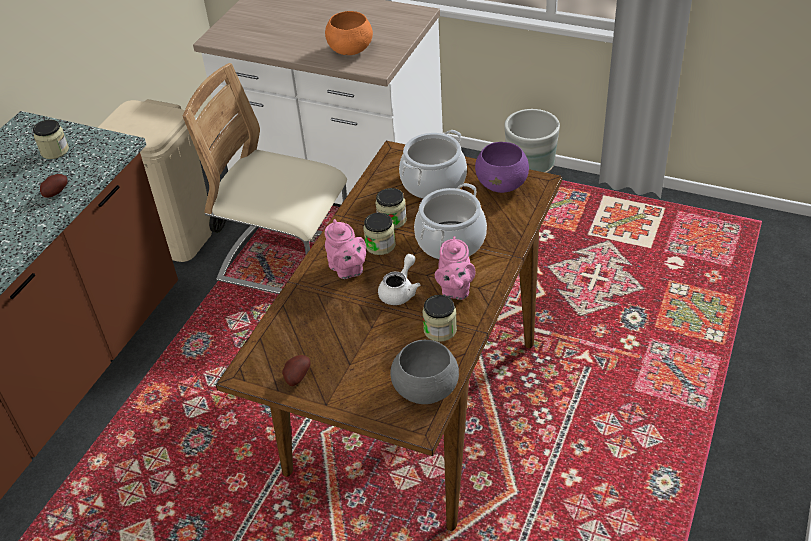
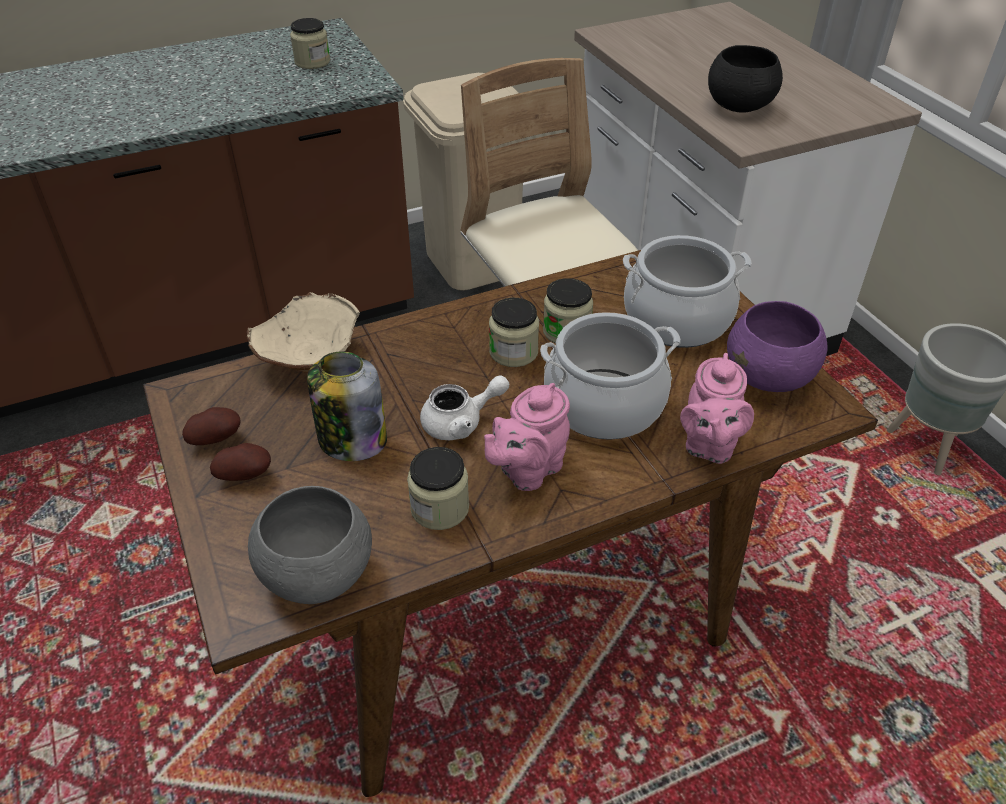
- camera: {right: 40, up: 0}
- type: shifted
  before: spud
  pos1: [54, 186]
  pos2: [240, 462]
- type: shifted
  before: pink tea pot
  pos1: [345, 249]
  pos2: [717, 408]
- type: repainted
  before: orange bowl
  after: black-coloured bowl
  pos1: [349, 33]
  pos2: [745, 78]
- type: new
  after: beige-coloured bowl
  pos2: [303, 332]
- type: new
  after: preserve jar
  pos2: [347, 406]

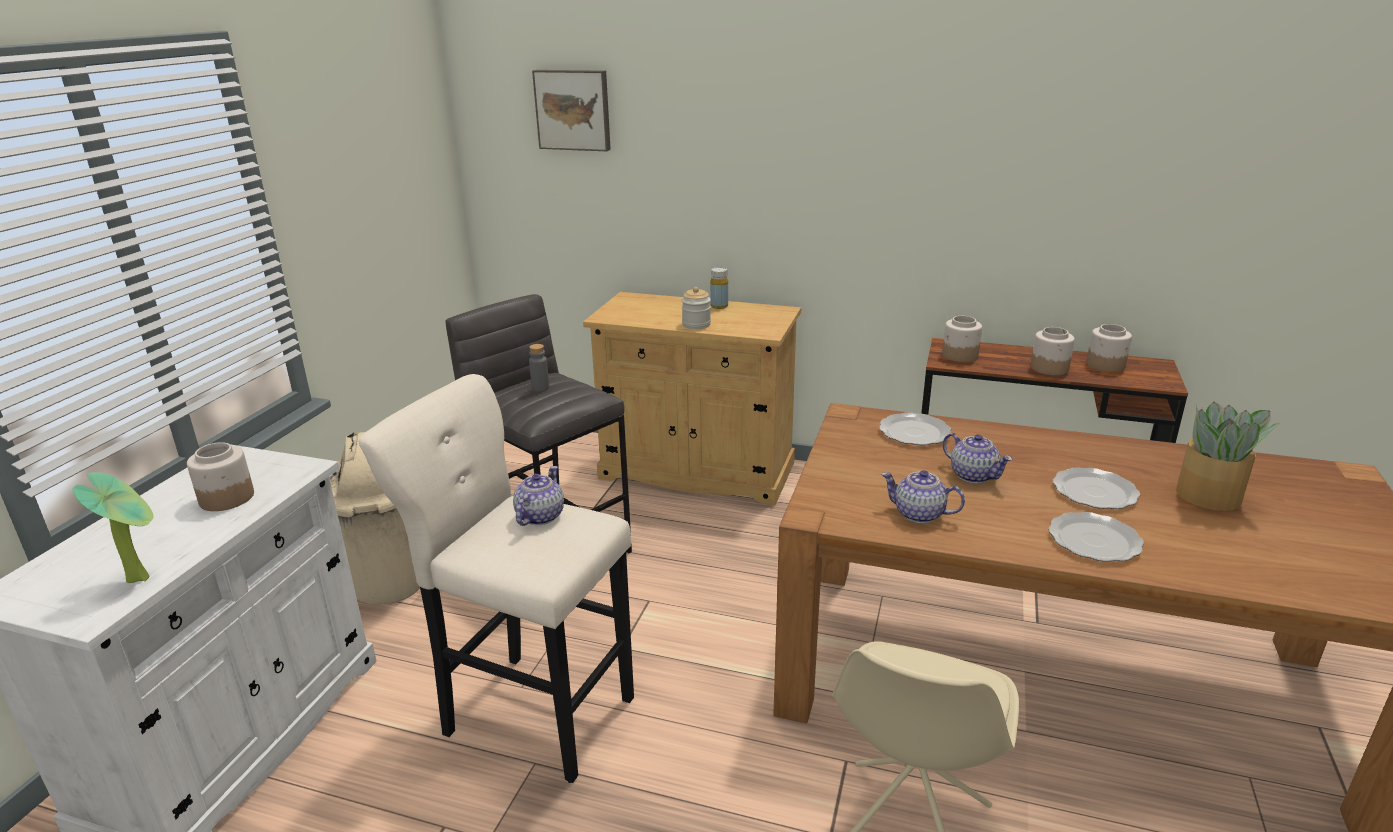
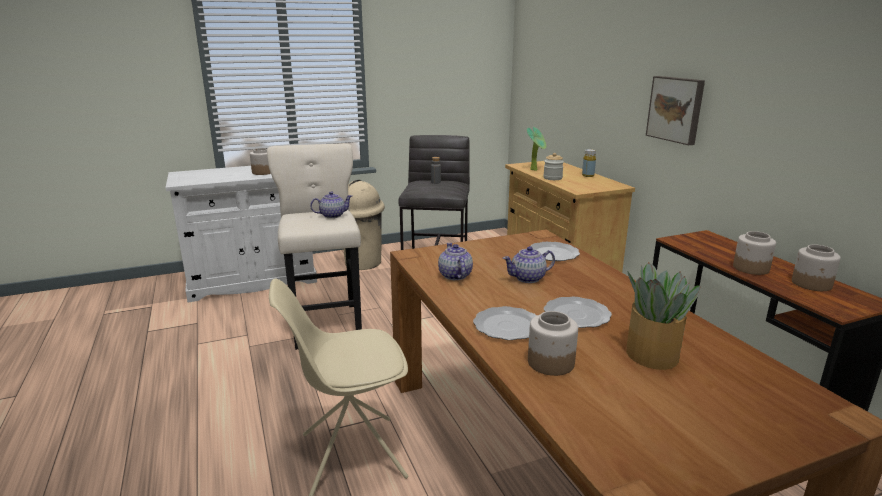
- camera: {right: 50, up: -5}
- type: shifted
  before: plant in a pot
  pos1: [113, 527]
  pos2: [536, 149]
- type: shifted
  before: wall art
  pos1: [571, 110]
  pos2: [675, 110]
- type: shifted
  before: preserve jar
  pos1: [962, 339]
  pos2: [553, 343]
- type: rotated
  before: tea pot
  pos1: [978, 458]
  pos2: [529, 264]
  turn: 60

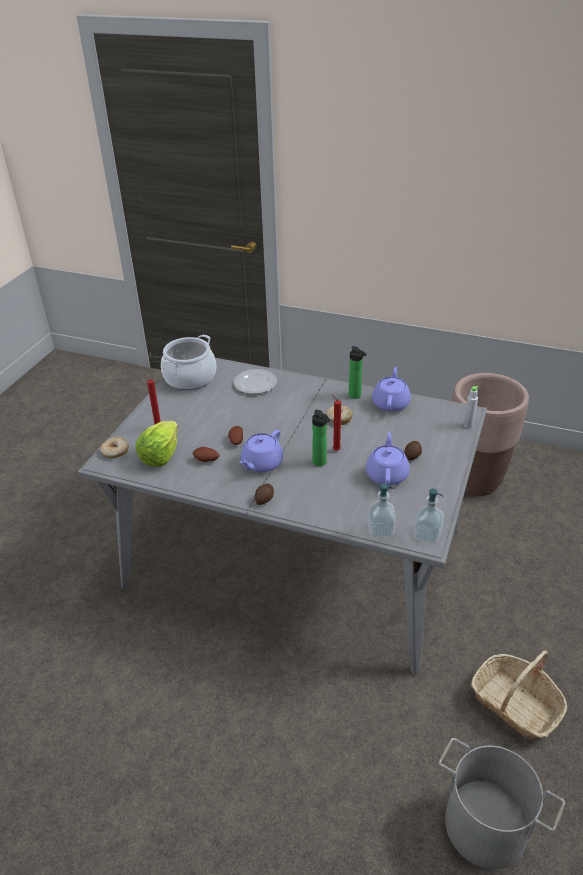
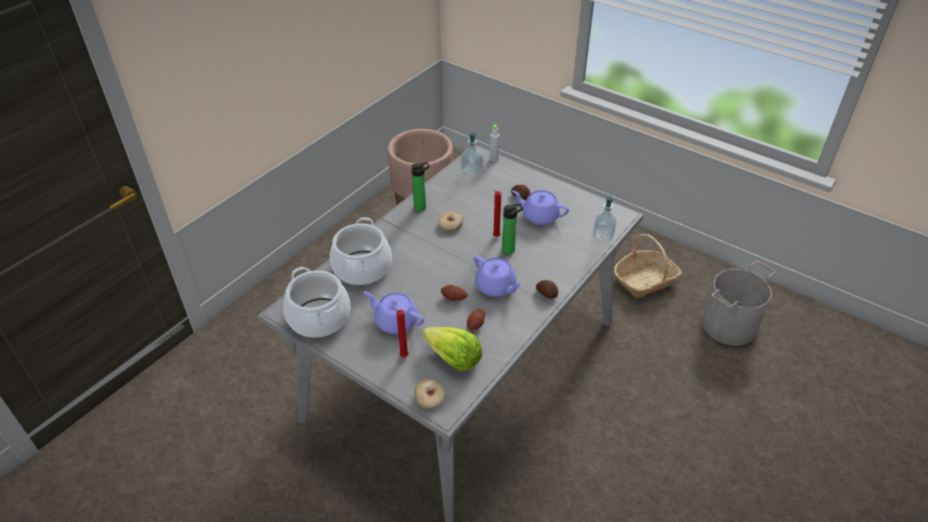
- camera: {right: -75, up: 5}
- type: swapped
  before: dinner plate
  after: stockpot
  pos1: [255, 381]
  pos2: [361, 251]
- type: shifted
  before: purple-coloured tea pot
  pos1: [391, 389]
  pos2: [394, 312]
- type: shifted
  before: soap bottle
  pos1: [429, 516]
  pos2: [472, 154]

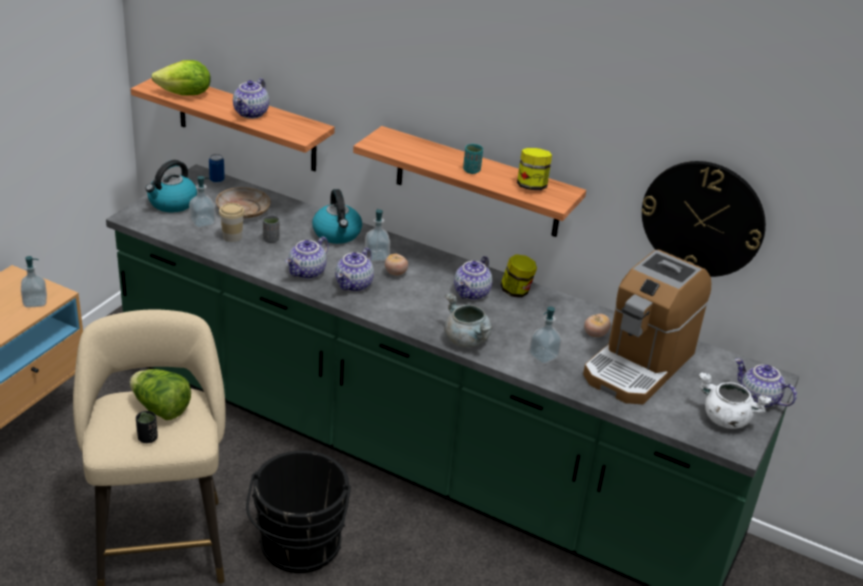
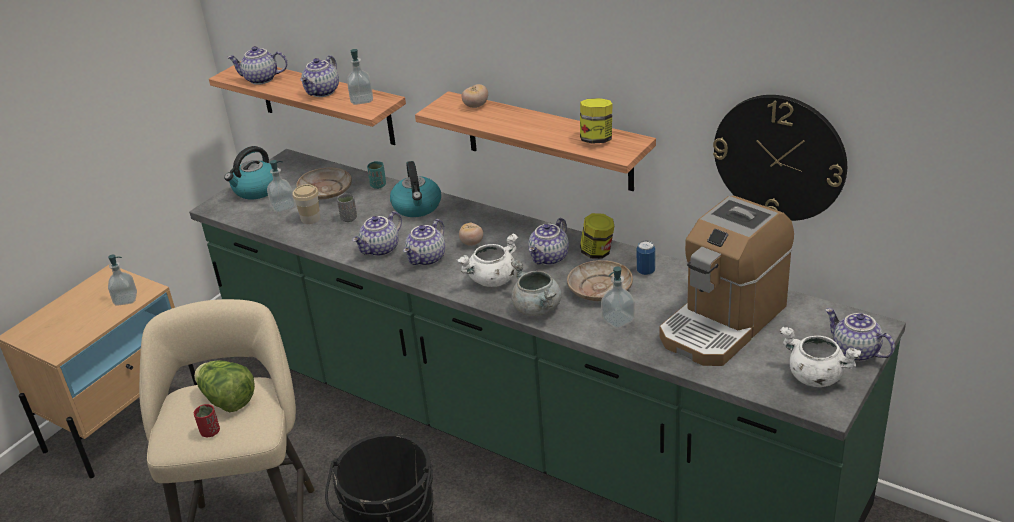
- camera: {right: 10, up: 0}
- type: repainted
  before: black-coloured small cup
  after: red small cup
  pos1: [147, 427]
  pos2: [207, 420]
- type: swapped
  before: lettuce
  after: tea pot
  pos1: [181, 77]
  pos2: [257, 65]
- type: shifted
  before: sealed can
  pos1: [217, 168]
  pos2: [646, 258]
- type: shifted
  before: soap bottle
  pos1: [377, 235]
  pos2: [360, 77]
- type: shifted
  before: turquoise-coloured small cup
  pos1: [473, 159]
  pos2: [376, 175]
- type: shifted
  before: fresh tomato
  pos1: [597, 325]
  pos2: [475, 96]
- type: new
  after: white stockpot
  pos2: [487, 260]
- type: new
  after: beige-coloured dinner plate
  pos2: [600, 280]

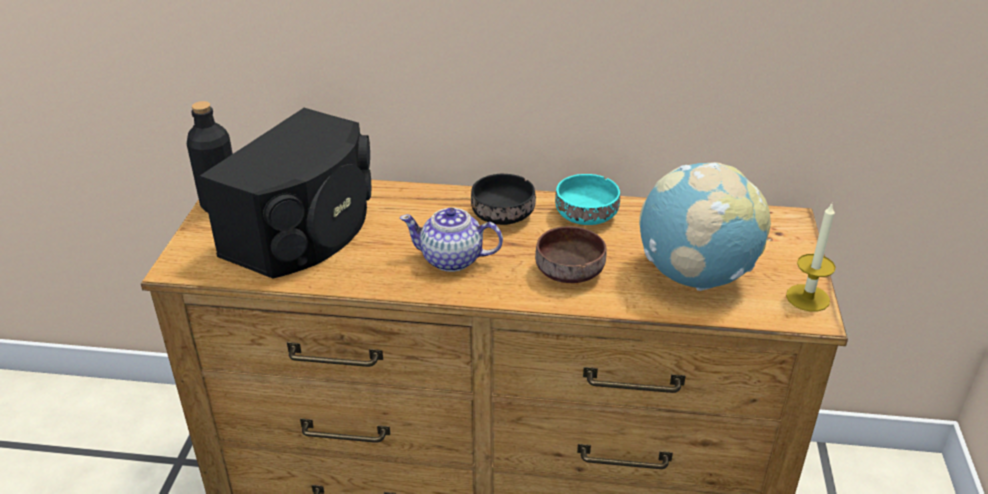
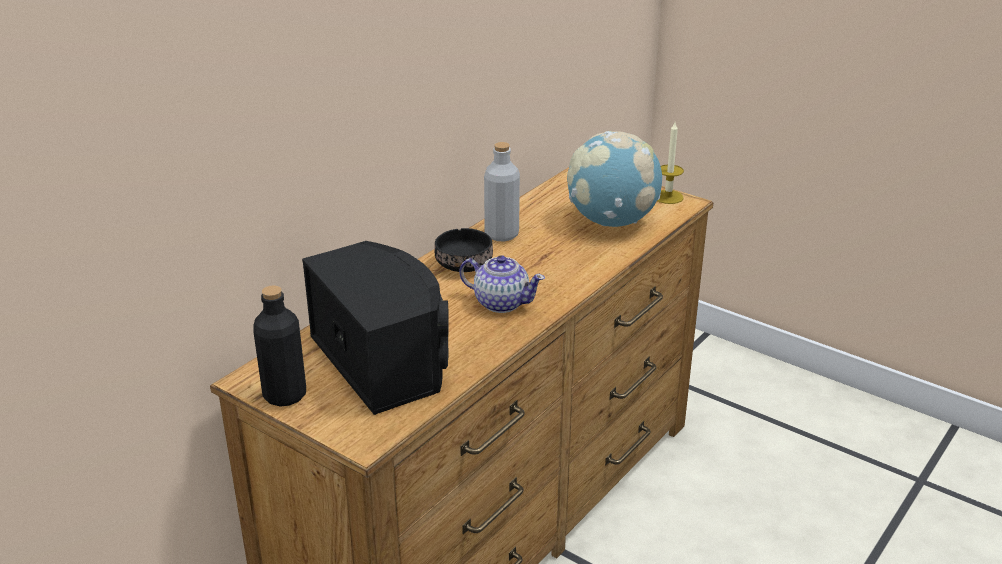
- camera: {right: -60, up: -5}
- type: rotated
  before: tea pot
  pos1: [451, 240]
  pos2: [502, 284]
  turn: -105
- type: gone
  before: brown bowl
  pos1: [571, 254]
- type: swapped
  before: turquoise-coloured bowl
  after: greyish beverage bottle
  pos1: [587, 199]
  pos2: [502, 192]

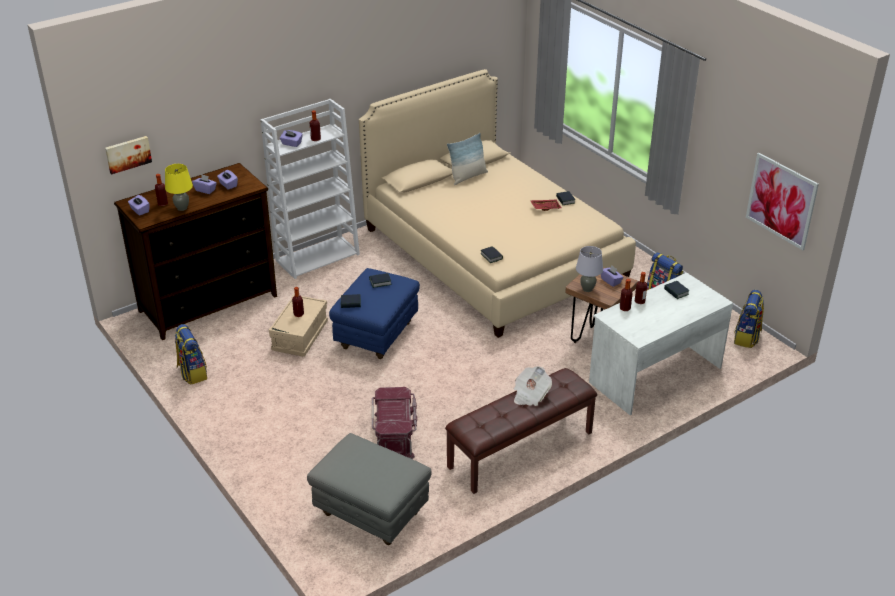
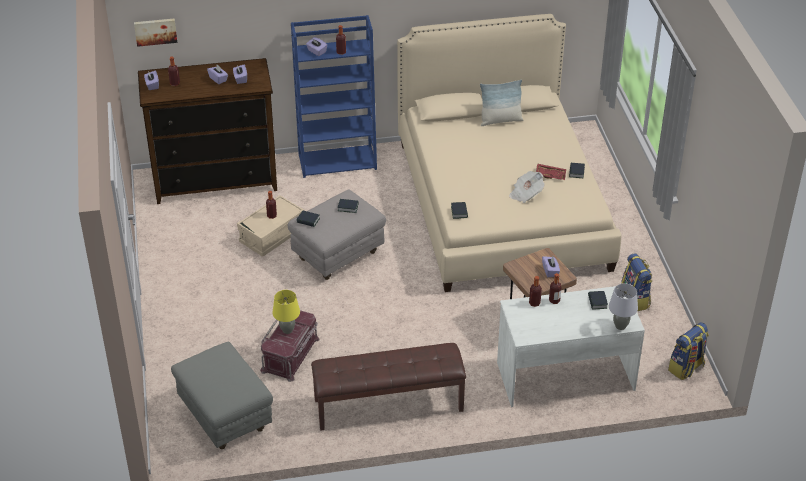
- camera: {right: 25, up: 5}
- type: shifted
  before: yellowish lamp for a table
  pos1: [179, 187]
  pos2: [286, 312]
- type: gone
  before: backpack
  pos1: [191, 354]
- type: repainted
  before: white bookshelf
  after: blue-coloured bookshelf
  pos1: [310, 189]
  pos2: [334, 96]
- type: repainted
  before: blue-coloured pouffe
  after: greyish pouffe
  pos1: [374, 313]
  pos2: [337, 234]
- type: shifted
  before: printed paper
  pos1: [533, 386]
  pos2: [527, 187]
- type: shifted
  before: greyish lamp for a table
  pos1: [589, 269]
  pos2: [623, 306]
- type: gone
  before: wall art
  pos1: [782, 201]

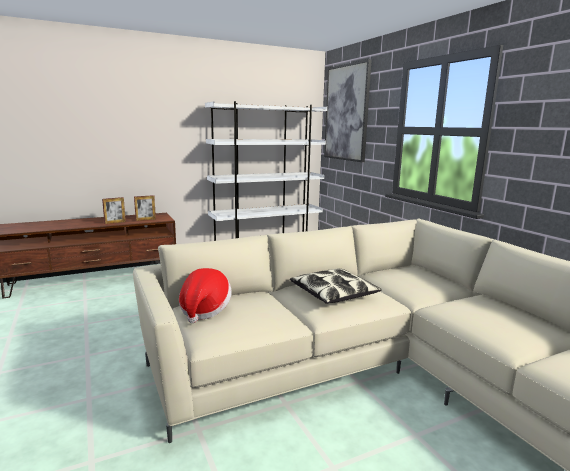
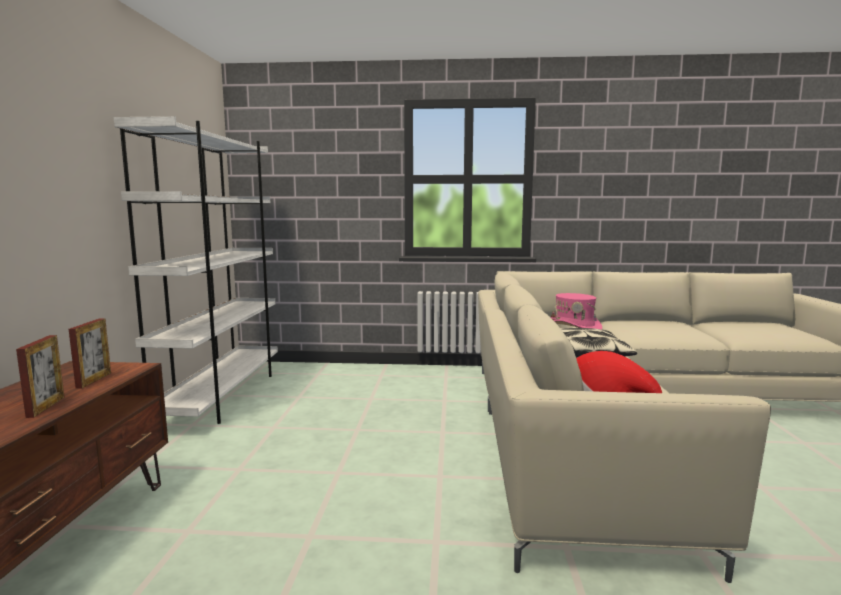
- camera: {right: -60, up: -5}
- type: gone
  before: wall art
  pos1: [348, 110]
- type: new
  after: pink hat
  pos2: [576, 311]

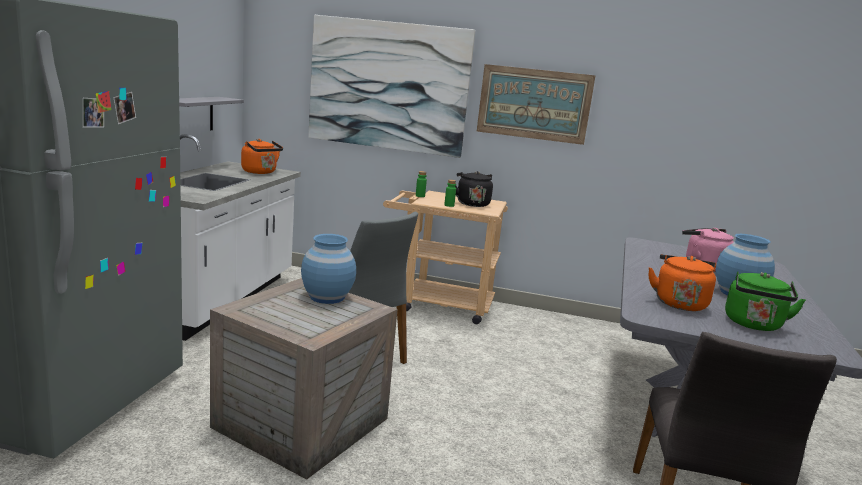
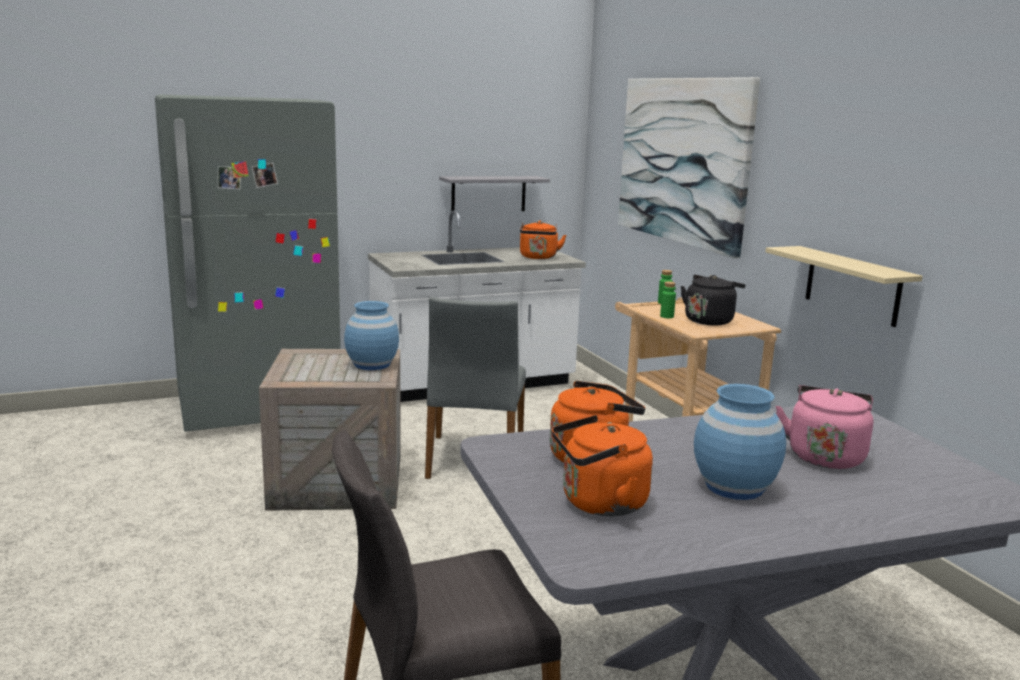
- camera: {right: 55, up: 0}
- type: gone
  before: wall art
  pos1: [536, 104]
- type: repainted
  before: greenish kettle
  after: orange kettle
  pos1: [765, 301]
  pos2: [602, 465]
- type: new
  after: beige-coloured bracket shelf
  pos2: [844, 286]

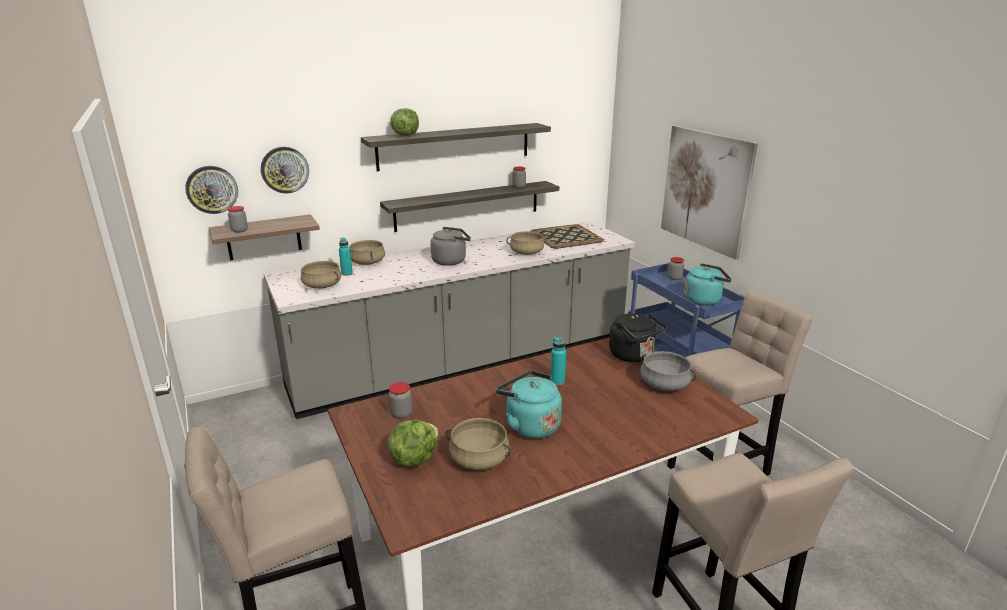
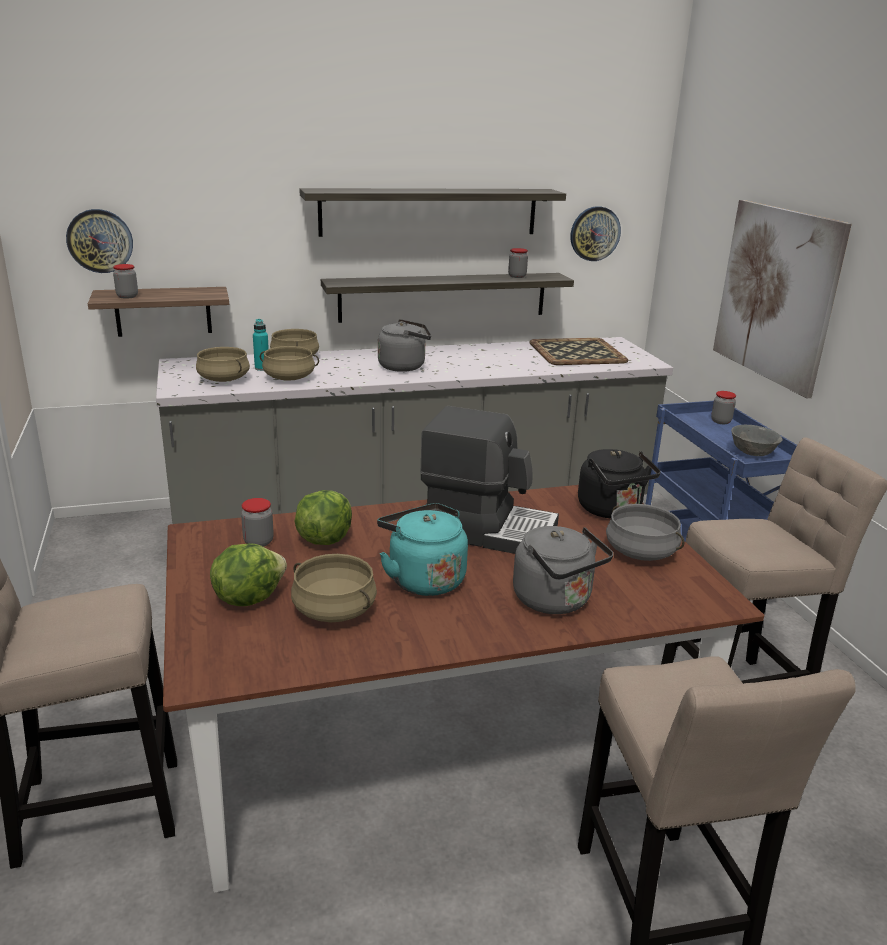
- camera: {right: 10, up: 0}
- type: shifted
  before: clock on the wall
  pos1: [285, 170]
  pos2: [596, 233]
- type: shifted
  before: lettuce
  pos1: [404, 122]
  pos2: [323, 517]
- type: shifted
  before: beige-coloured stockpot
  pos1: [526, 243]
  pos2: [289, 363]
- type: swapped
  before: turquoise-coloured beverage bottle
  after: coffee maker
  pos1: [558, 361]
  pos2: [489, 480]
- type: swapped
  before: turquoise-coloured kettle
  after: greyish bowl
  pos1: [708, 284]
  pos2: [757, 440]
- type: new
  after: greyish kettle
  pos2: [563, 570]

